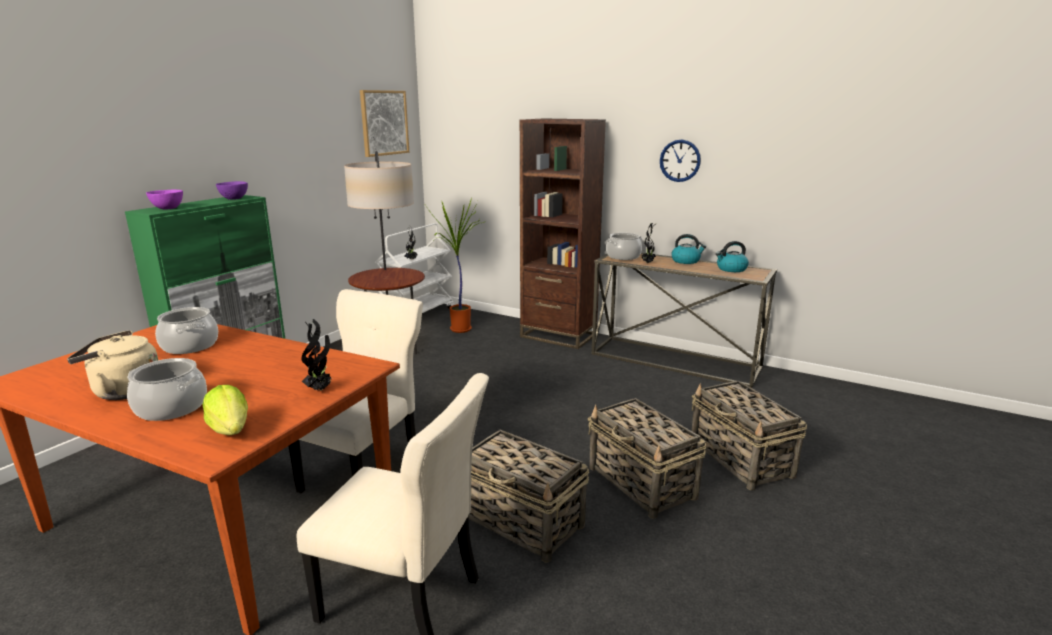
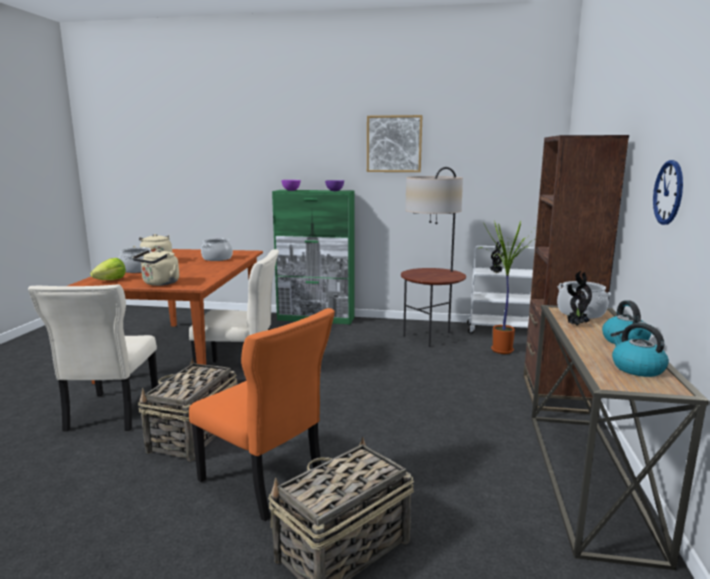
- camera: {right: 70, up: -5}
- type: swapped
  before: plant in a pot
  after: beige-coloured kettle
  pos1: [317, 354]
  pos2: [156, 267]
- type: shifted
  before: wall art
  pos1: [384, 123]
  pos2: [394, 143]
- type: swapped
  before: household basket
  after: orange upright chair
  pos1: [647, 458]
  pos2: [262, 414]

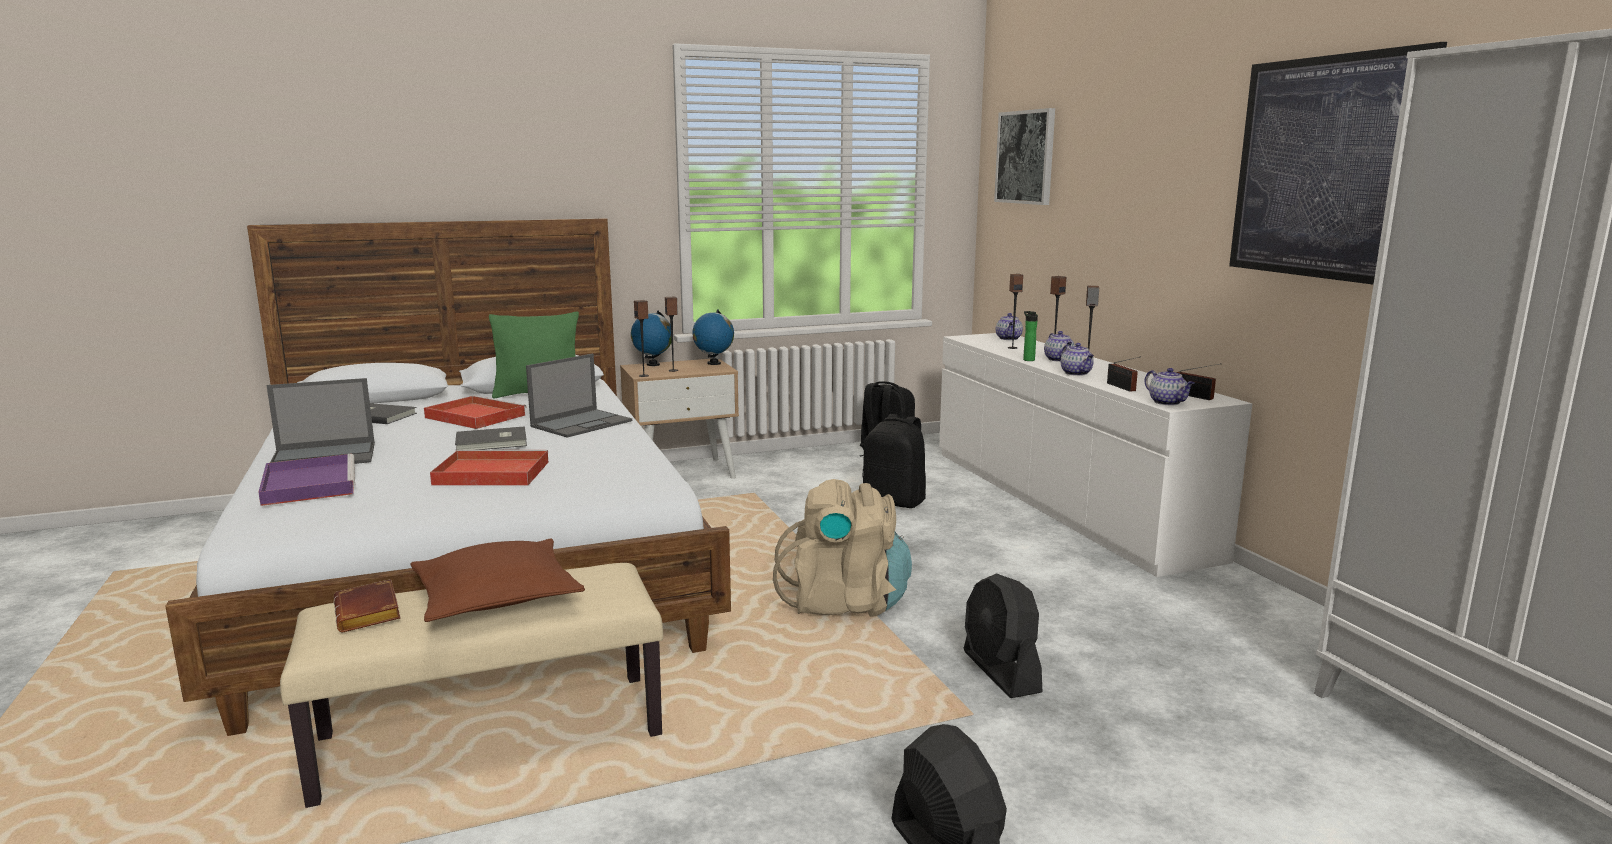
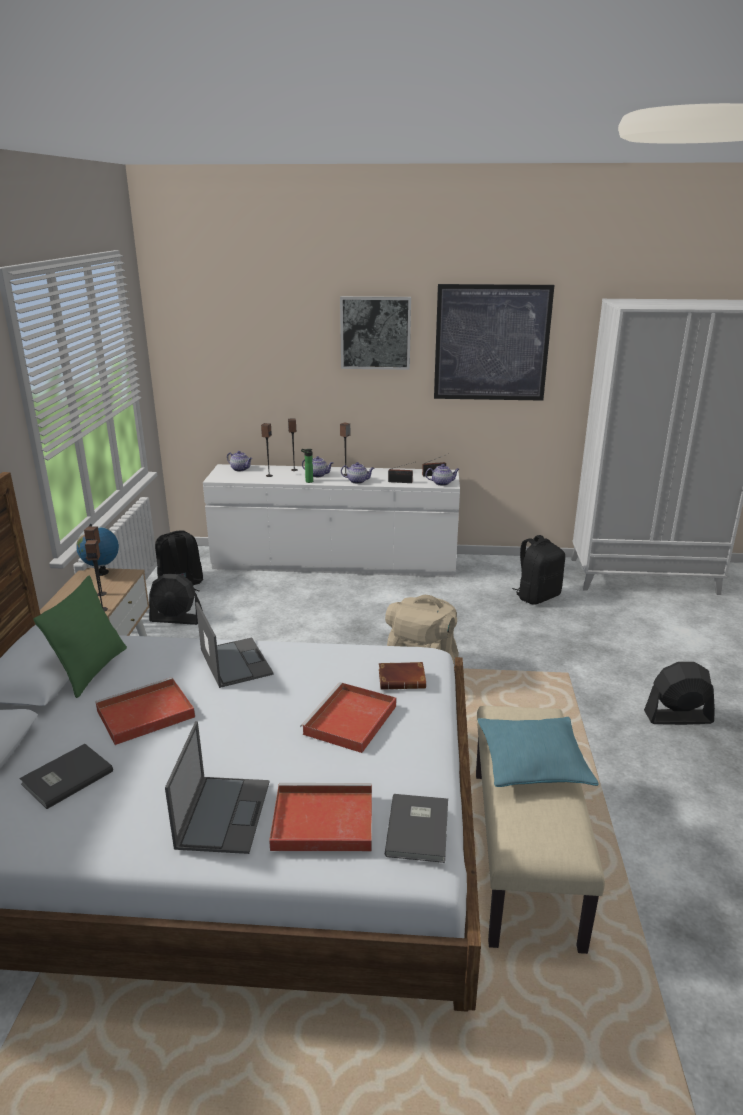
- camera: {right: -65, up: 10}
- type: repainted
  before: purple-coloured tray
  after: red tray
  pos1: [306, 480]
  pos2: [320, 817]
- type: shifted
  before: brown volume
  pos1: [367, 605]
  pos2: [402, 676]
- type: repainted
  before: brown pillow
  after: turquoise-coloured pillow
  pos1: [498, 580]
  pos2: [538, 752]
- type: shifted
  before: greyish volume
  pos1: [491, 438]
  pos2: [416, 828]
- type: gone
  before: globe
  pos1: [651, 338]
- type: shifted
  before: black-coloured backpack
  pos1: [894, 461]
  pos2: [538, 570]
- type: shifted
  before: black-coloured fan
  pos1: [1003, 635]
  pos2: [176, 599]
- type: shifted
  before: wall art
  pos1: [1024, 156]
  pos2: [375, 333]

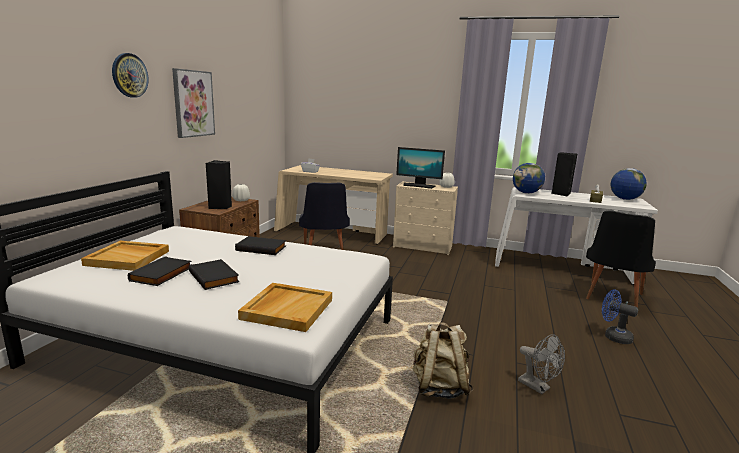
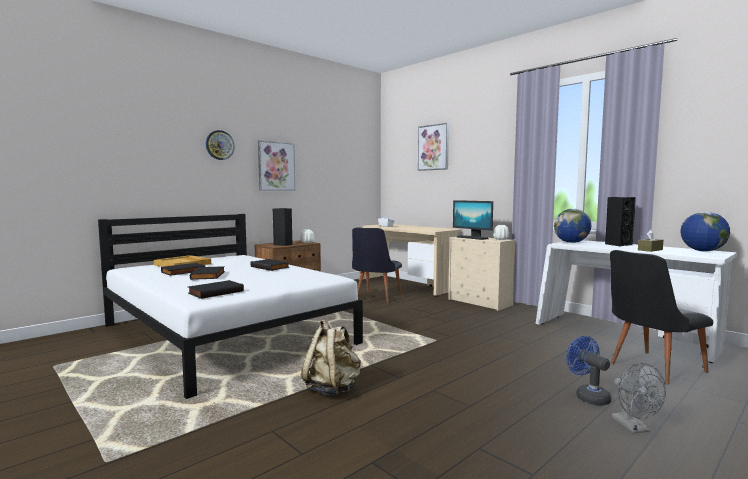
- camera: {right: 30, up: -10}
- type: swapped
  before: beige-coloured tray
  after: black-coloured volume
  pos1: [285, 307]
  pos2: [216, 289]
- type: shifted
  before: greyish fan
  pos1: [541, 364]
  pos2: [639, 398]
- type: new
  after: wall art
  pos2: [433, 147]

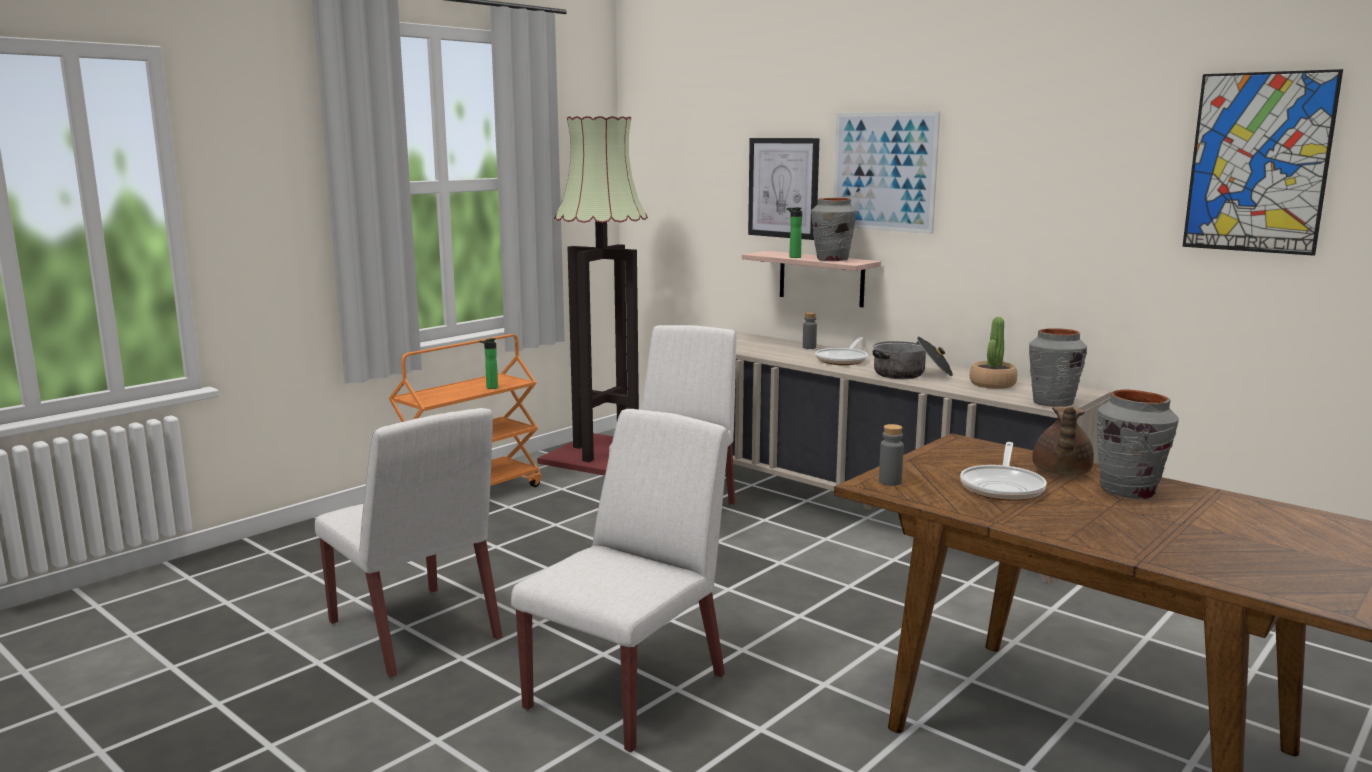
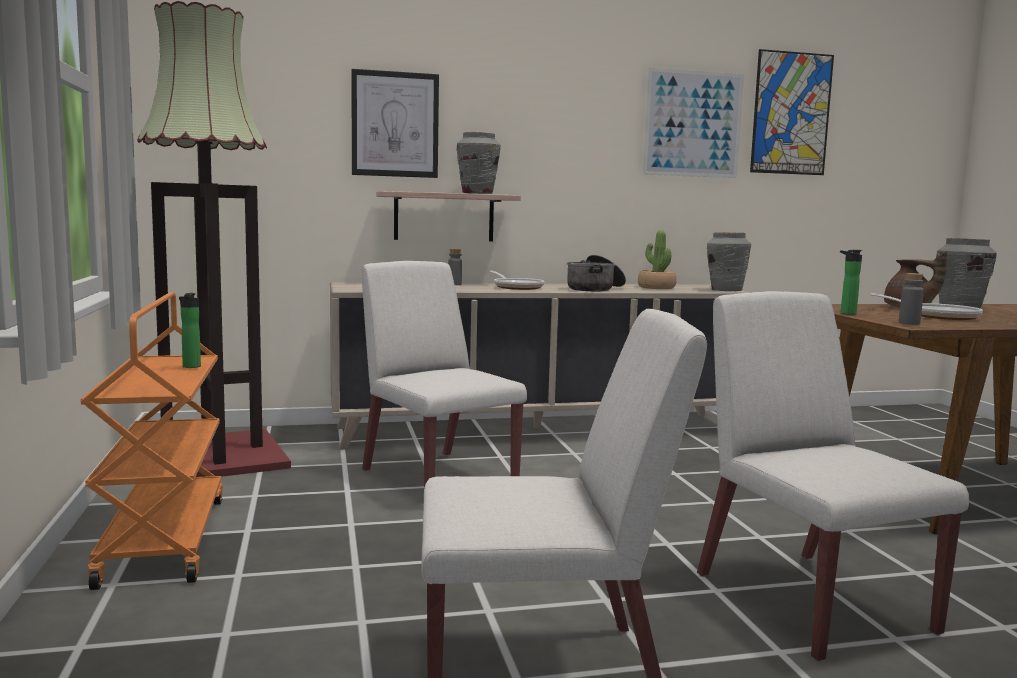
- camera: {right: -55, up: -5}
- type: shifted
  before: beverage bottle
  pos1: [794, 232]
  pos2: [851, 282]
- type: shifted
  before: wall art
  pos1: [886, 172]
  pos2: [693, 123]

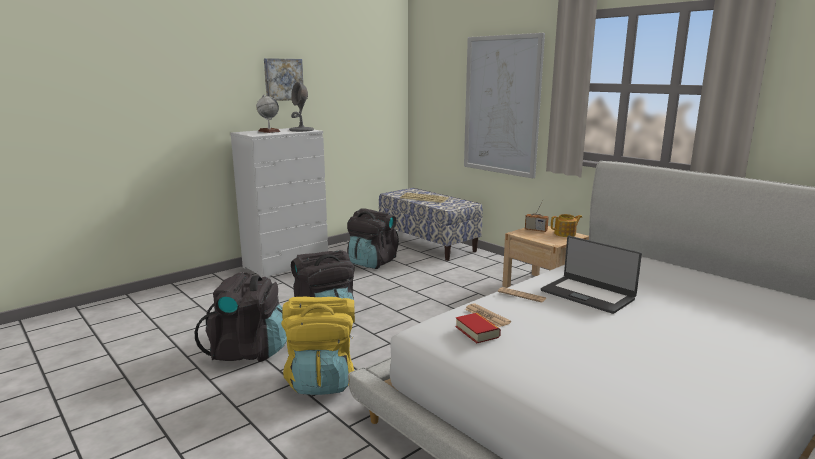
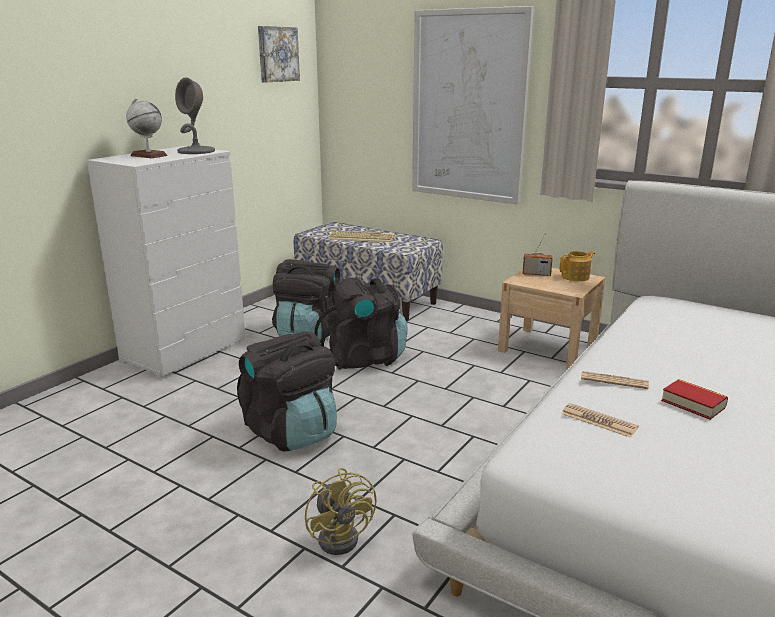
- camera: {right: -15, up: 5}
- type: shifted
  before: black-coloured backpack
  pos1: [240, 317]
  pos2: [361, 323]
- type: shifted
  before: wall art
  pos1: [283, 79]
  pos2: [279, 54]
- type: swapped
  before: yellowish backpack
  after: yellowish fan
  pos1: [318, 346]
  pos2: [341, 511]
- type: shifted
  before: volume
  pos1: [478, 328]
  pos2: [694, 399]
- type: gone
  before: portable computer
  pos1: [591, 275]

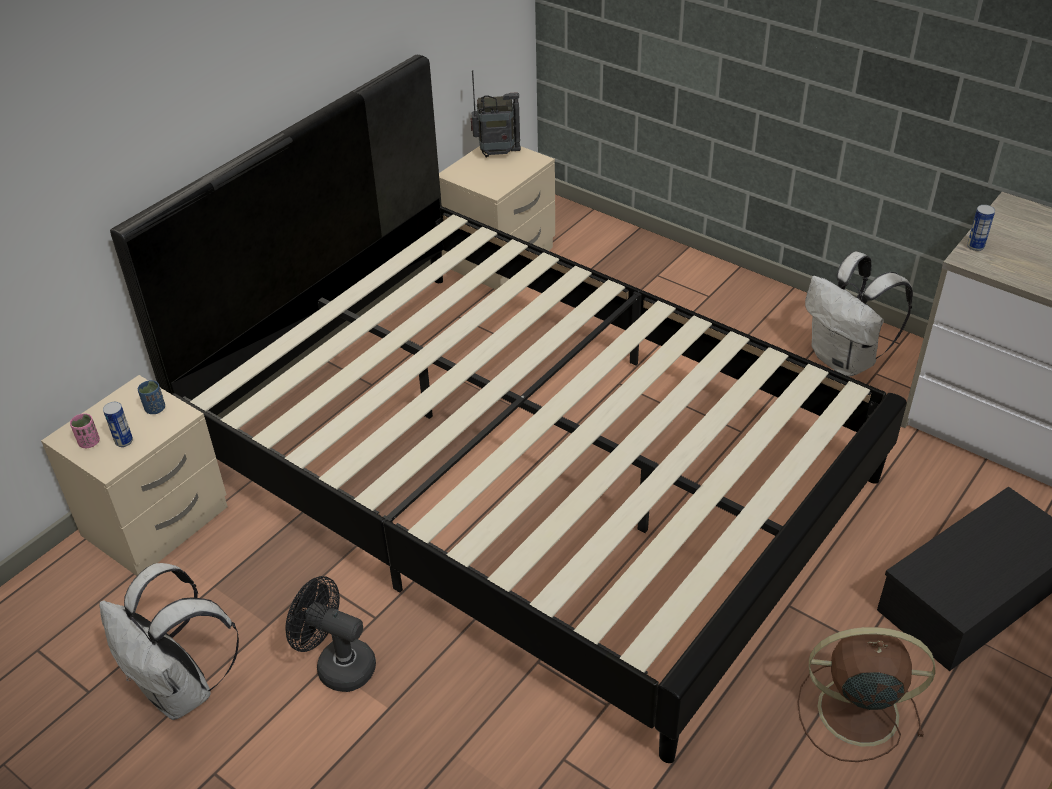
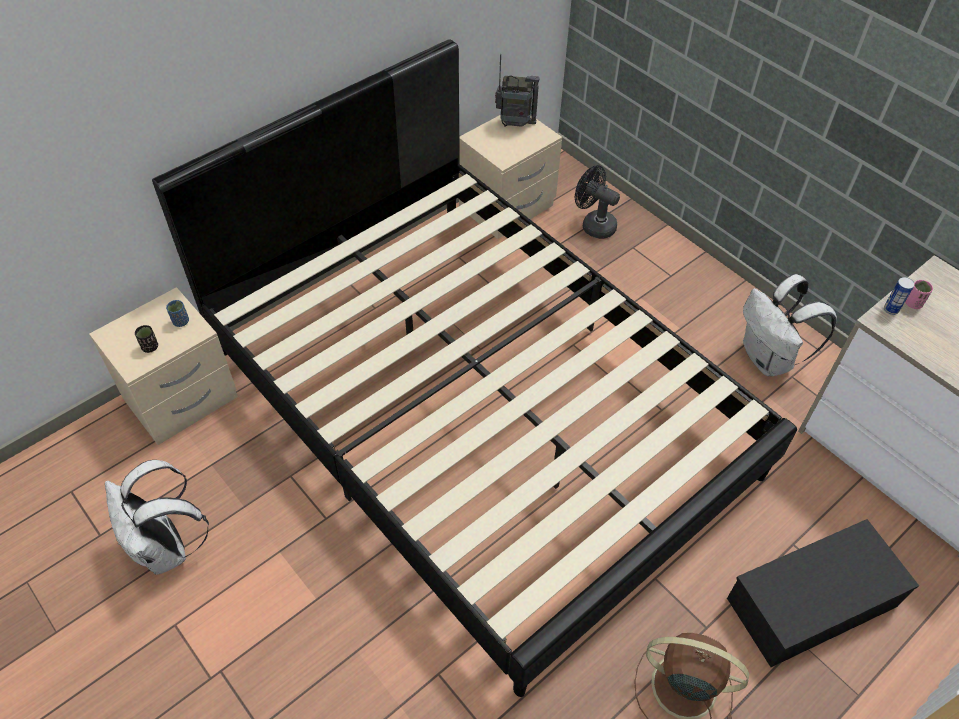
- camera: {right: 10, up: 10}
- type: shifted
  before: pink small cup
  pos1: [85, 430]
  pos2: [919, 294]
- type: swapped
  before: sealed can
  after: black-coloured small cup
  pos1: [118, 424]
  pos2: [146, 339]
- type: shifted
  before: black-coloured fan
  pos1: [331, 634]
  pos2: [597, 202]

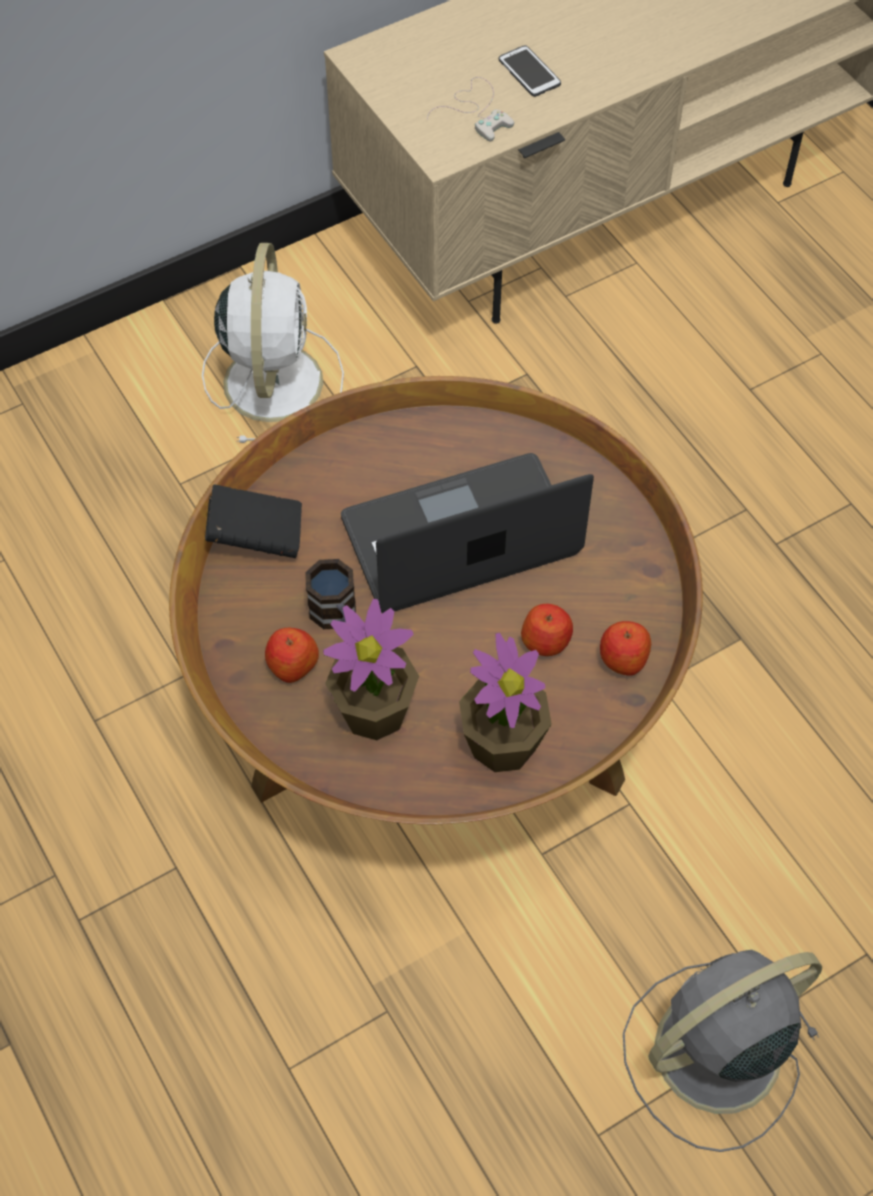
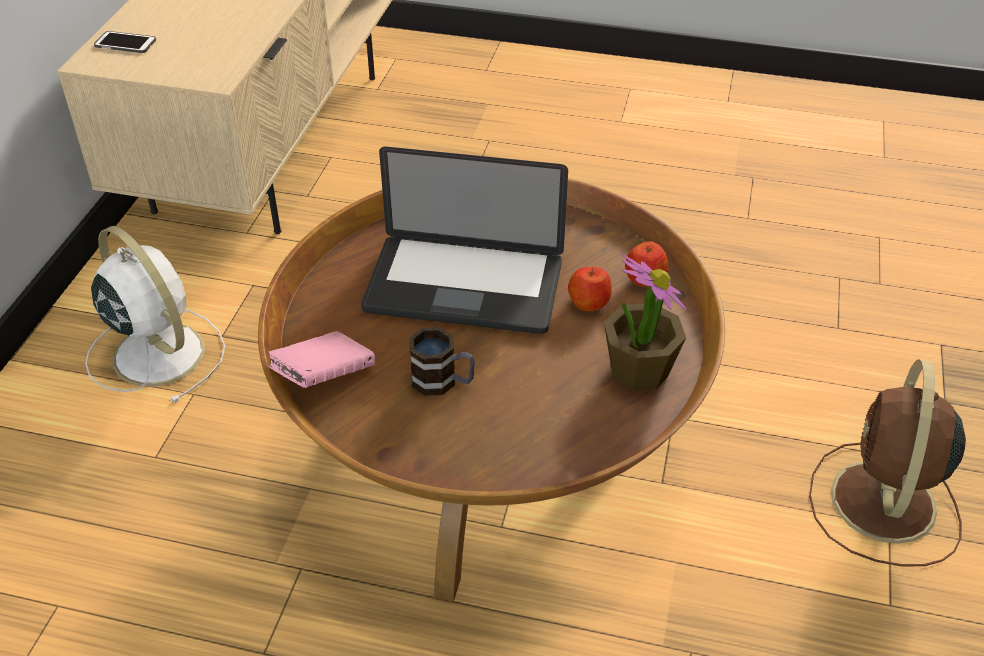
- camera: {right: -45, up: -15}
- type: repainted
  before: black-coloured volume
  after: pink volume
  pos1: [253, 521]
  pos2: [321, 359]
- type: gone
  before: apple fruit
  pos1: [292, 655]
- type: gone
  before: plant in a pot
  pos1: [371, 669]
- type: rotated
  before: portable computer
  pos1: [467, 533]
  pos2: [464, 240]
  turn: -105
- type: gone
  before: white joypad
  pos1: [470, 109]
- type: shifted
  before: phone
  pos1: [530, 71]
  pos2: [125, 42]
- type: repainted
  before: greyish fan
  after: brown fan
  pos1: [722, 1051]
  pos2: [887, 463]

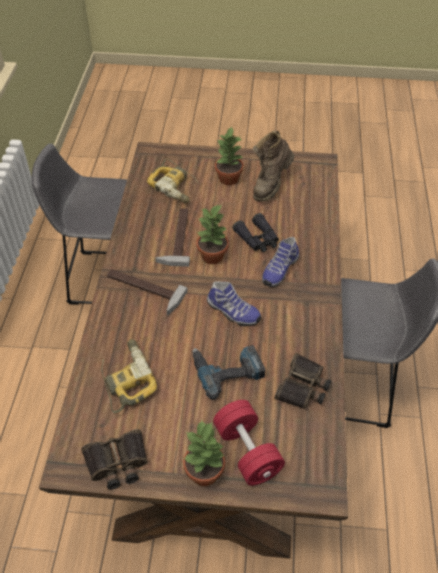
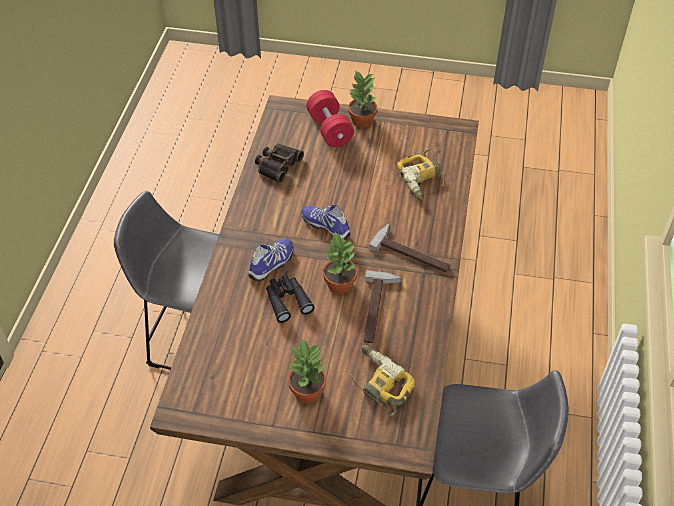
- camera: {right: -175, up: 0}
- type: gone
  before: binoculars
  pos1: [114, 459]
- type: gone
  before: electric drill
  pos1: [229, 372]
- type: gone
  before: brown high-top boot
  pos1: [273, 166]

